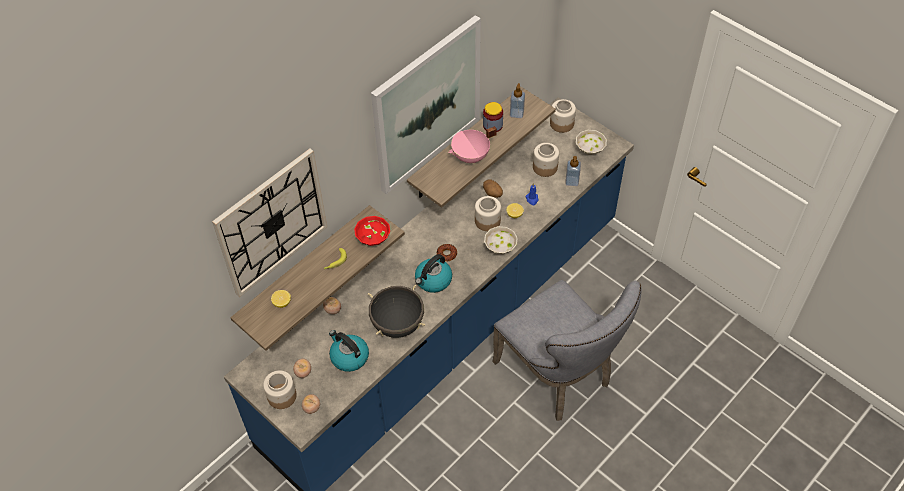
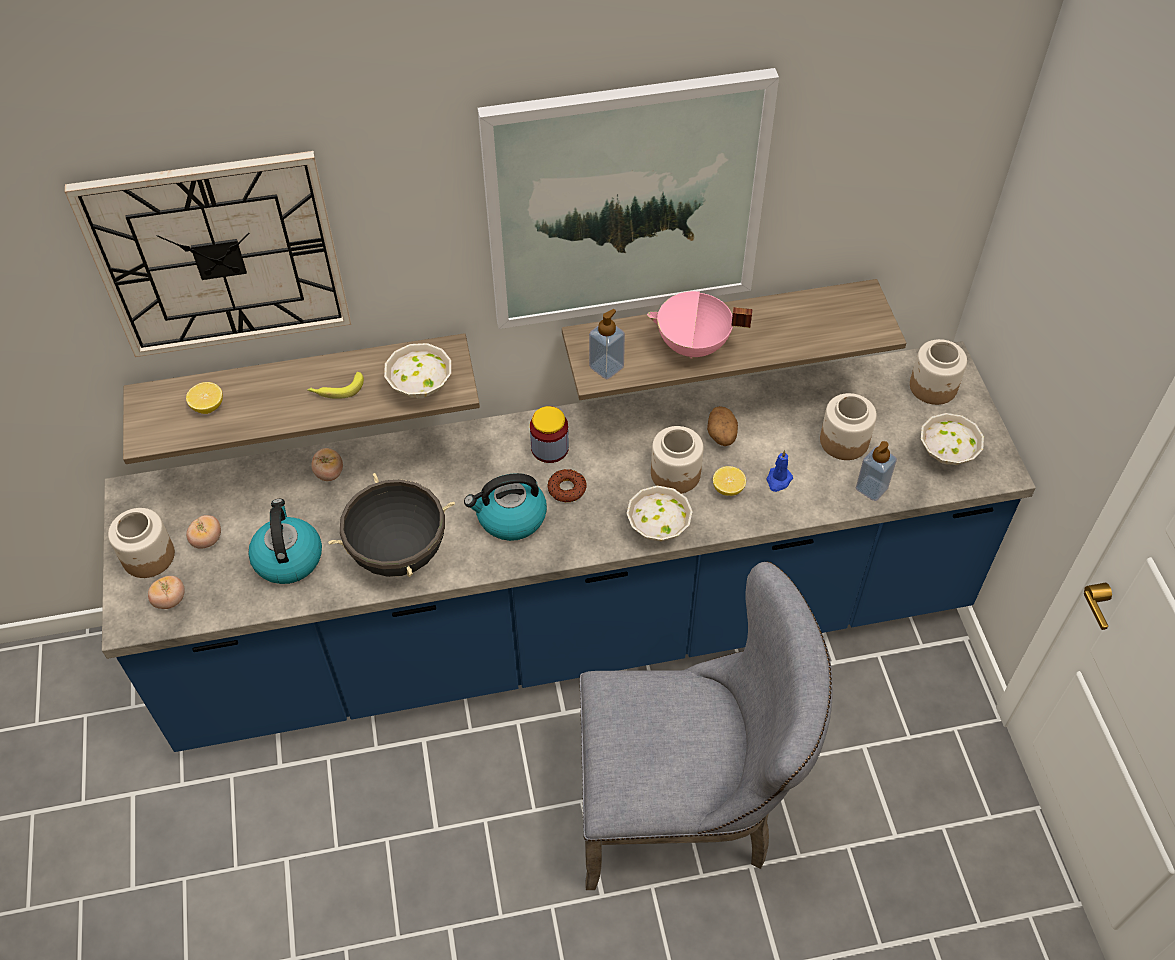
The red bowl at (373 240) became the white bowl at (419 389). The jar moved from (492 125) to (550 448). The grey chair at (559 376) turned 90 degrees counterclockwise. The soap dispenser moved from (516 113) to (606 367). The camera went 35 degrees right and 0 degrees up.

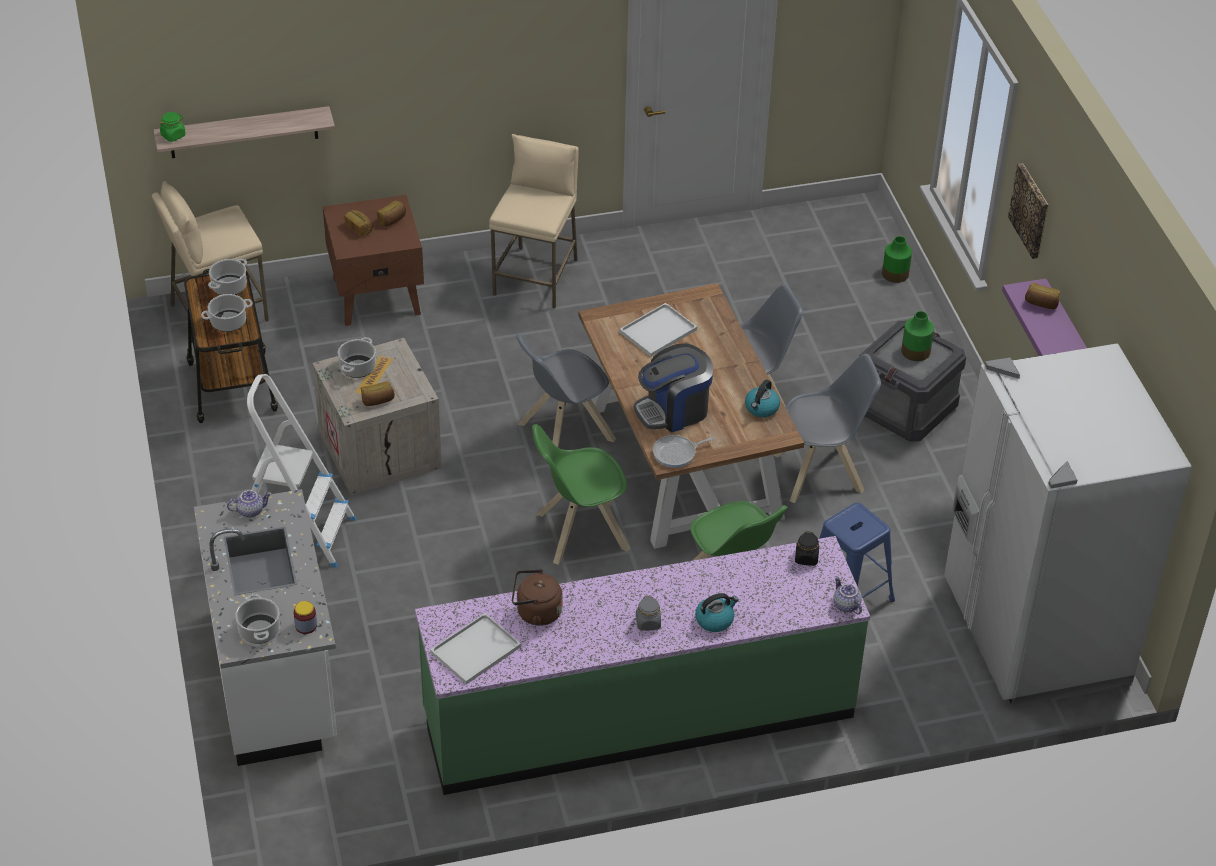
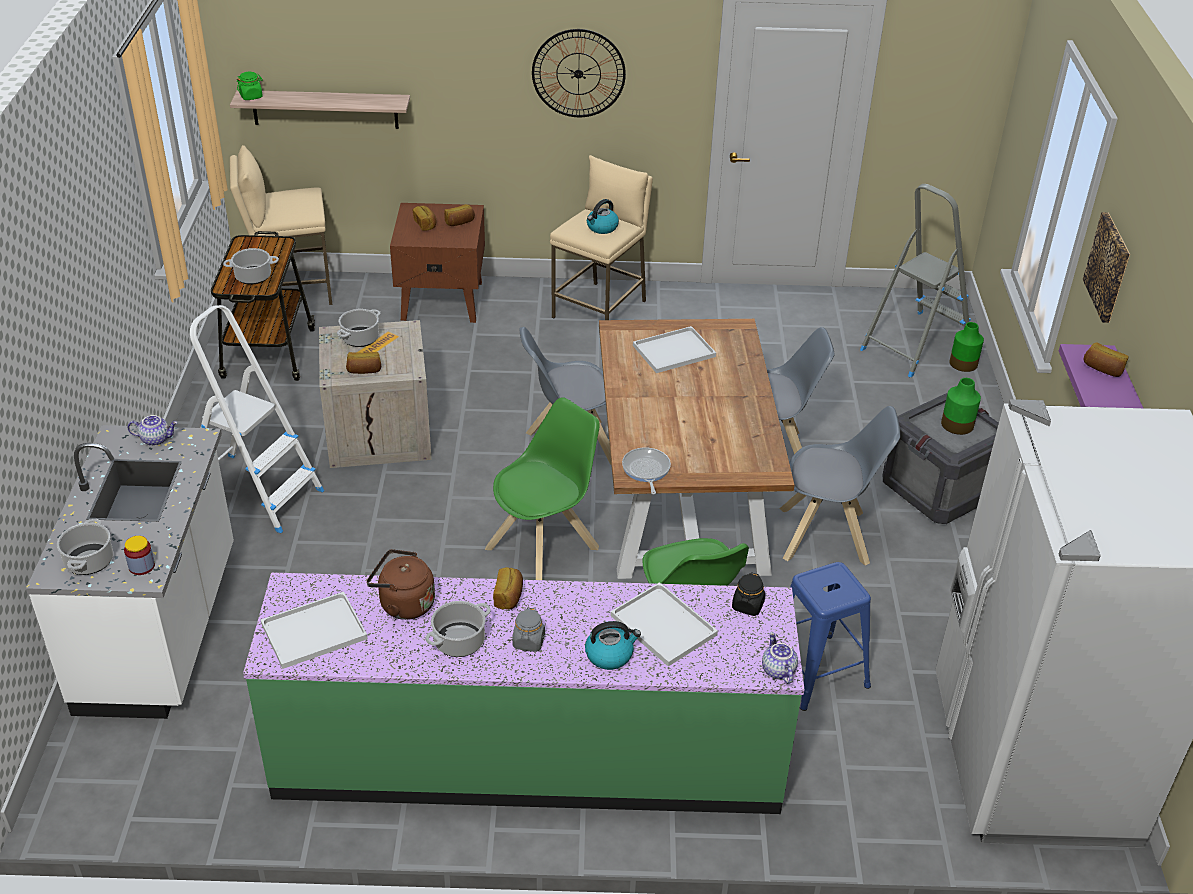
The cooking pot moved from (229 286) to (459 641). The green chair at (579 532) turned 135 degrees clockwise. The coffee machine at (673 410) disappeared. The frying pan at (677 453) turned 90 degrees clockwise. The kettle moved from (761 408) to (602 228). The bread at (509 596) appeared. The wall clock at (578 73) appeared. The white tray at (665 626) appeared. The grey step ladder at (916 343) appeared. The camera went 15 degrees right and 5 degrees down.

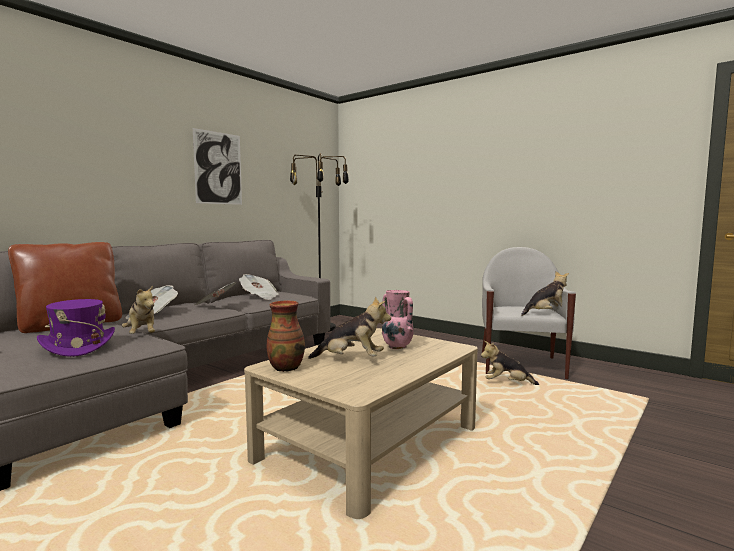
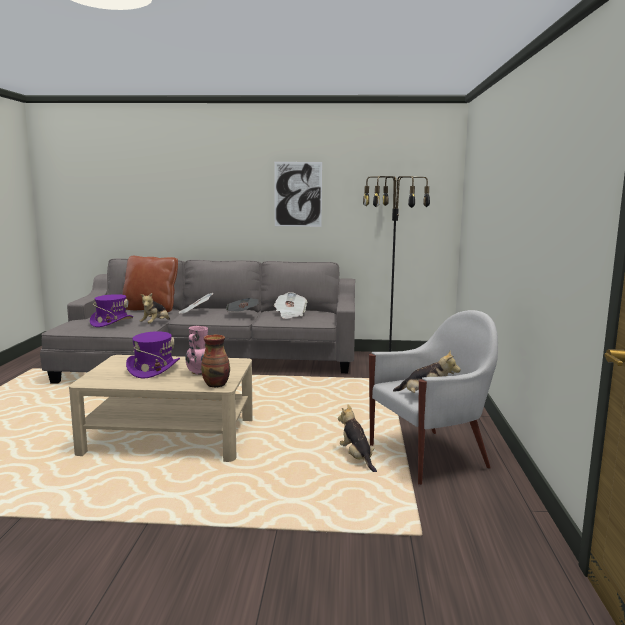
The vase moved from (286 368) to (216 384). The plush toy at (351 360) was replaced by the purple hat at (153 369). The camera went 55 degrees right and 5 degrees up.

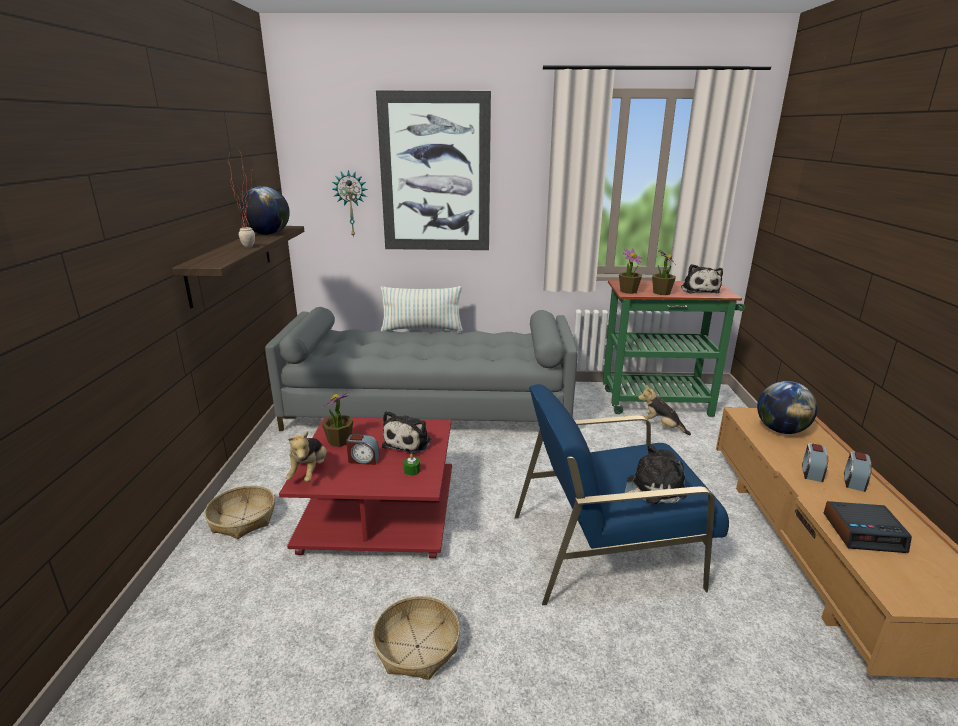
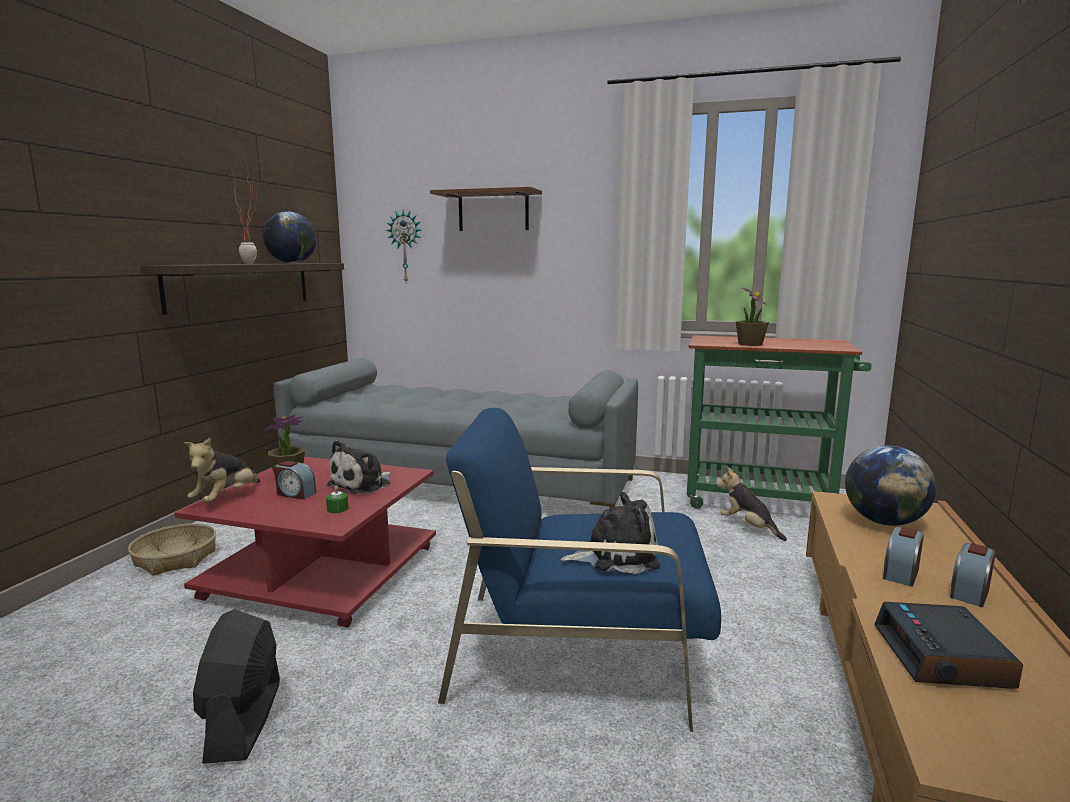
The basket at (417 646) was replaced by the black fan at (244 720). The picture at (435 174) was replaced by the brown shelf at (493 211). The pillow at (422 329) disappeared. The potted plant at (628 291) disappeared. The plush toy at (699 290) disappeared. The alarm clock at (863 532) turned 75 degrees clockwise. The camera went 15 degrees right and 10 degrees down.

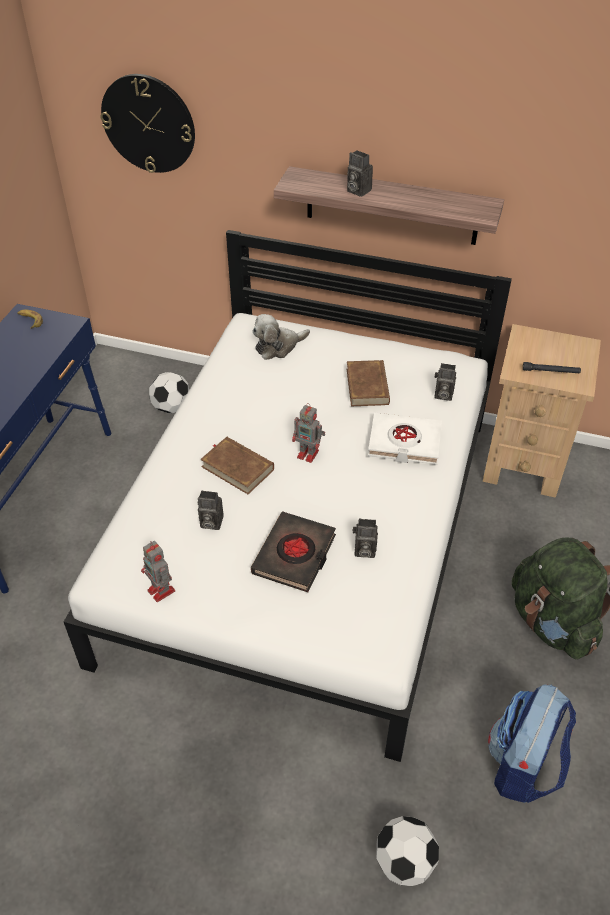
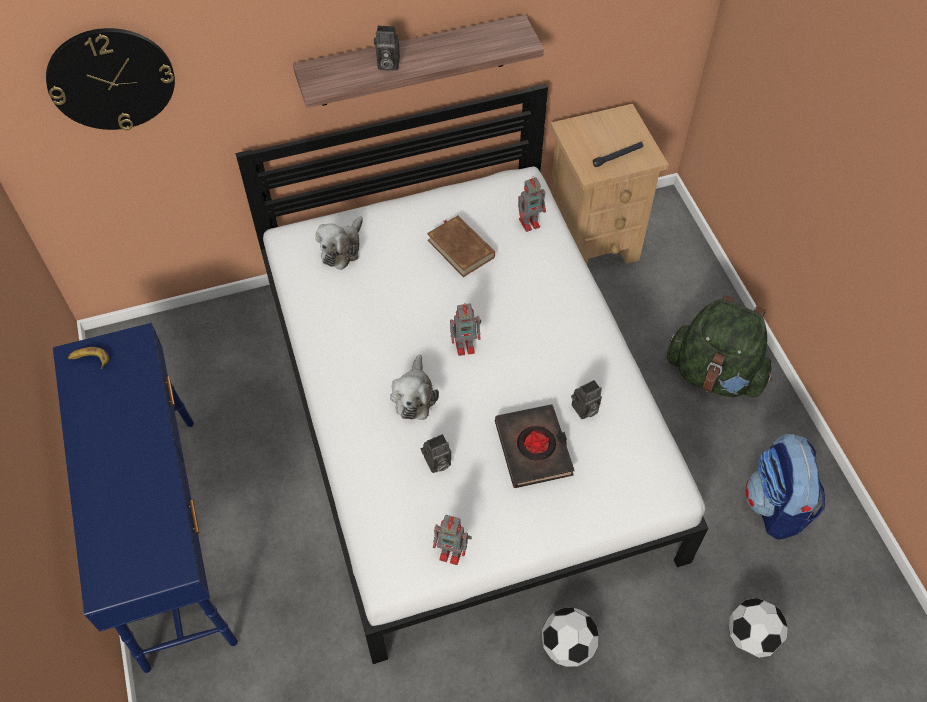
The football moved from (171 407) to (567 645). The brown book at (237 468) was replaced by the plush toy at (414 396). The white book at (404 443) disappeared. The photo camera at (442 395) was replaced by the toy robot at (530 222). The camera went 35 degrees left and 10 degrees up.

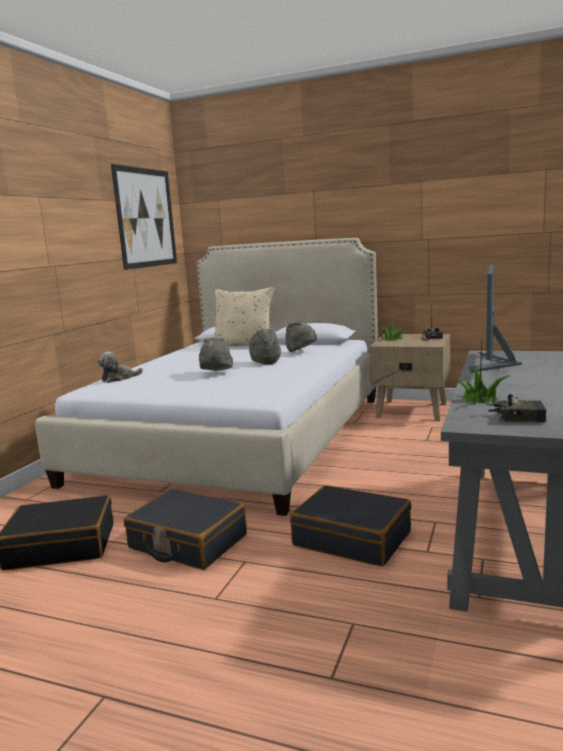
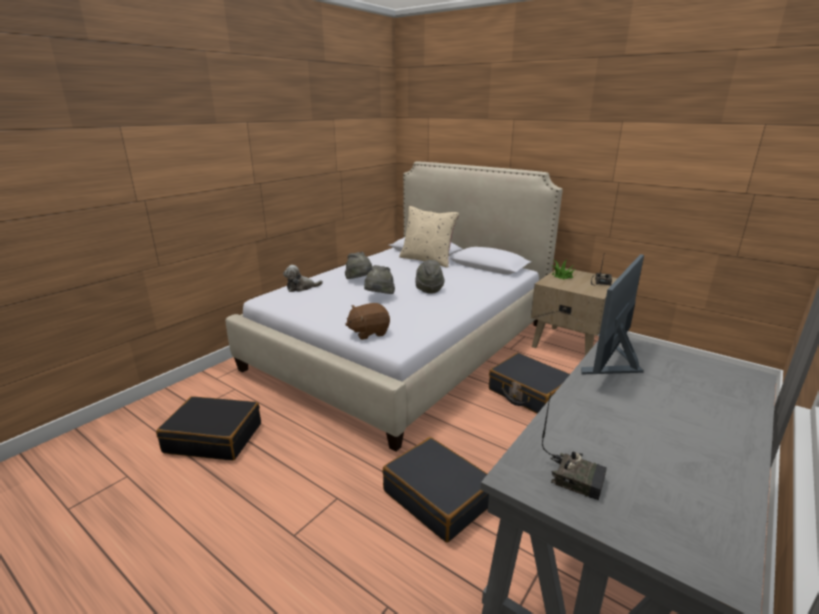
The picture at (146 218) disappeared. The black suitcase moved from (187 542) to (528 393). The grey hat moved from (301 352) to (360 281). The potted plant at (479 398) disappeared. The brown plush toy at (368 332) appeared. The camera went 15 degrees right and 10 degrees up.

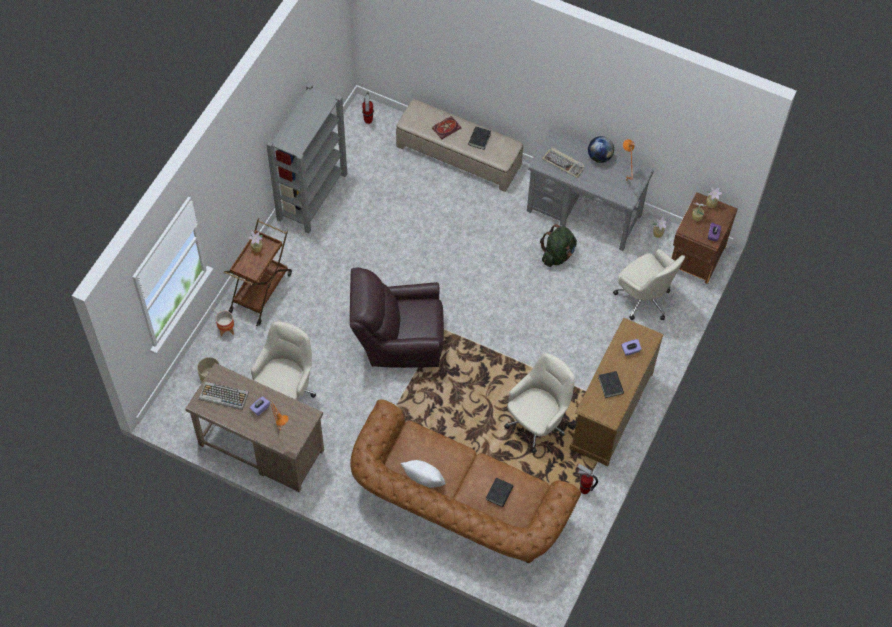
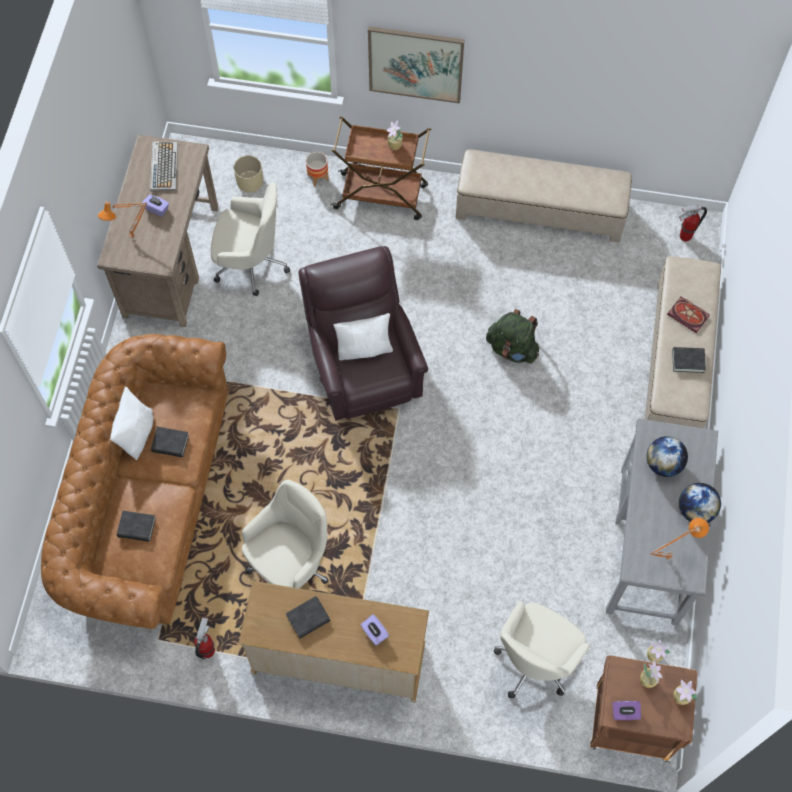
The grey bookcase at (312 196) was replaced by the beige bench at (541 209). The beige office chair at (537 423) turned 75 degrees counterclockwise. The green backpack moved from (557 255) to (512 349). The keyboard at (564 163) was replaced by the globe at (663 464). The black book at (170 443) appeared. The white pillow at (364 348) appeared. The picture at (415 64) appeared. The camera went 75 degrees right and 5 degrees up.

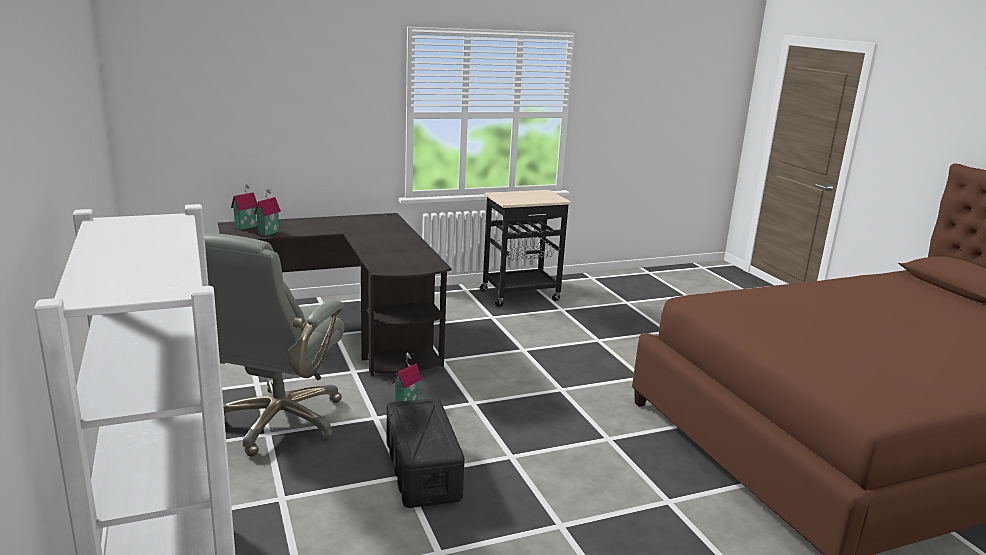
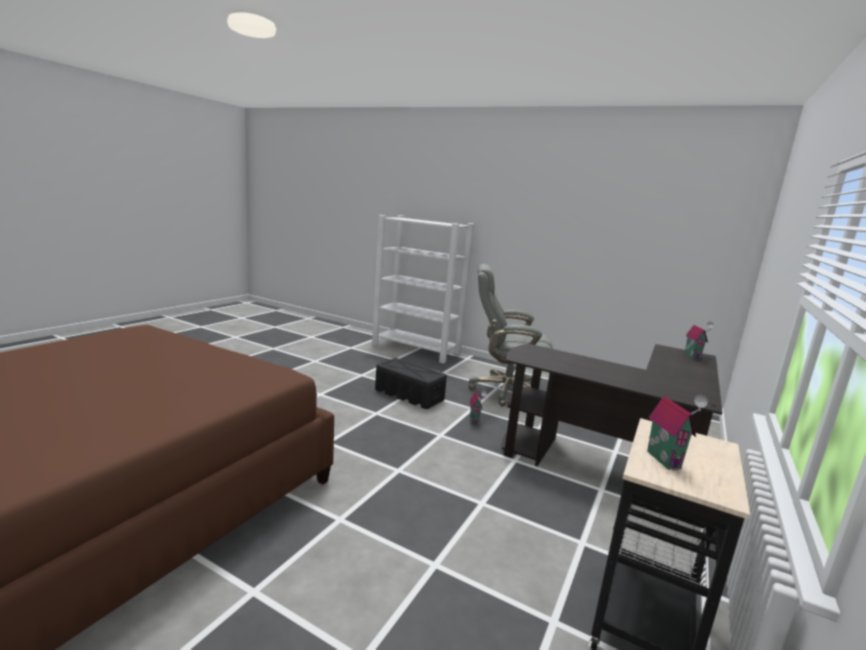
The grey office chair at (276 424) turned 60 degrees counterclockwise. The toy house moved from (267 232) to (666 460). The camera went 140 degrees right and 5 degrees down.

